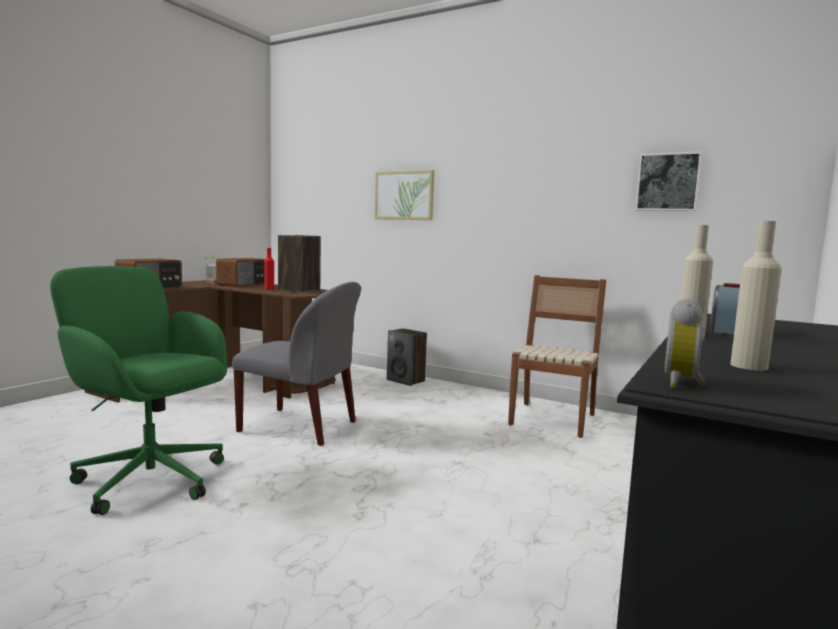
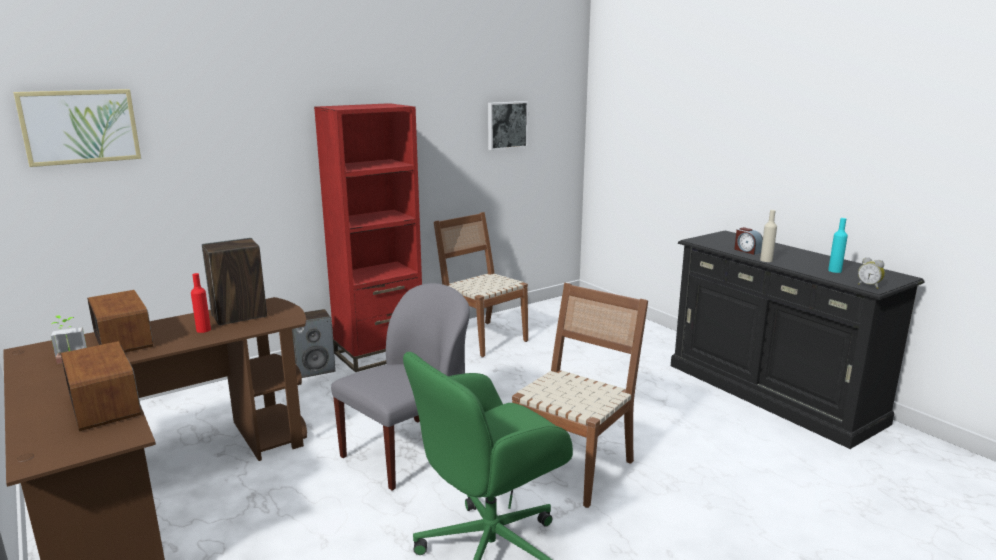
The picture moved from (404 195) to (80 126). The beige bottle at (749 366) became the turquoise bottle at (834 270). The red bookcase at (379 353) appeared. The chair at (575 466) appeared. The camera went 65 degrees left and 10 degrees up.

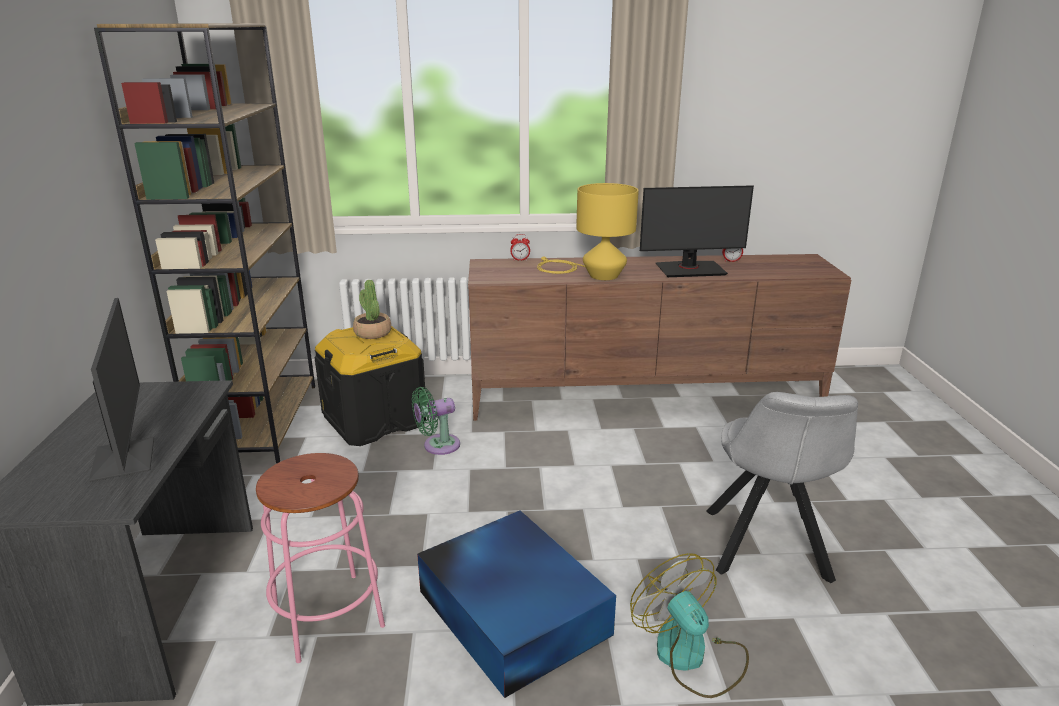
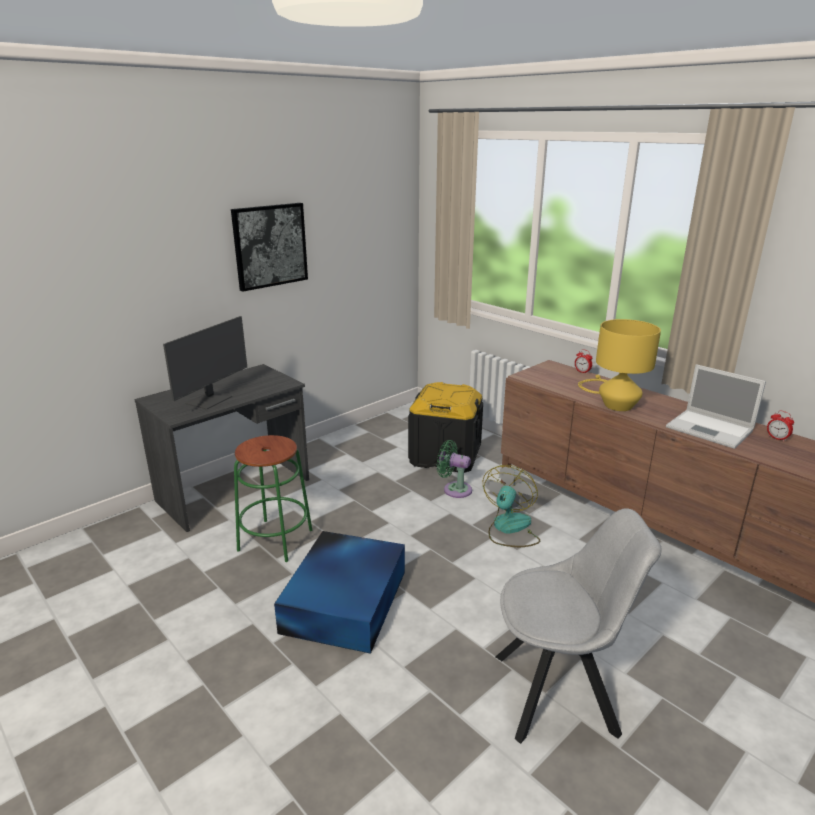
The brown bookcase at (259 421) disappeared. The pink stool at (328 616) became the green stool at (275 540). The potted plant at (372 333) disappeared. The fan moved from (691 656) to (509 529). The monitor at (690 269) was replaced by the laptop at (711 429). The grey chair at (767 547) turned 150 degrees counterclockwise. The picture at (270 246) appeared. The camera went 50 degrees right and 0 degrees up.

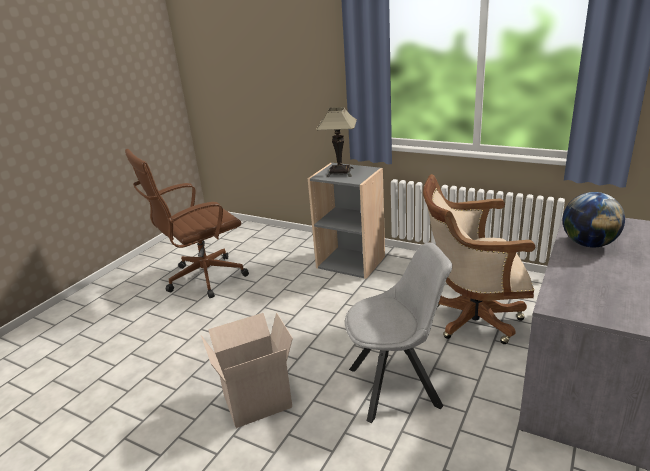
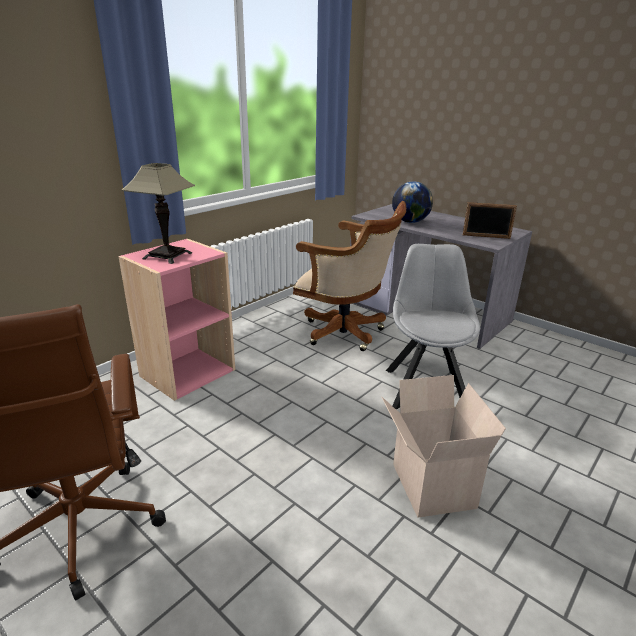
The grey bookcase at (351 262) became the pink bookcase at (188 372). The office chair at (471 320) turned 75 degrees counterclockwise. The picture frame at (486 236) appeared. The camera went 80 degrees left and 0 degrees up.

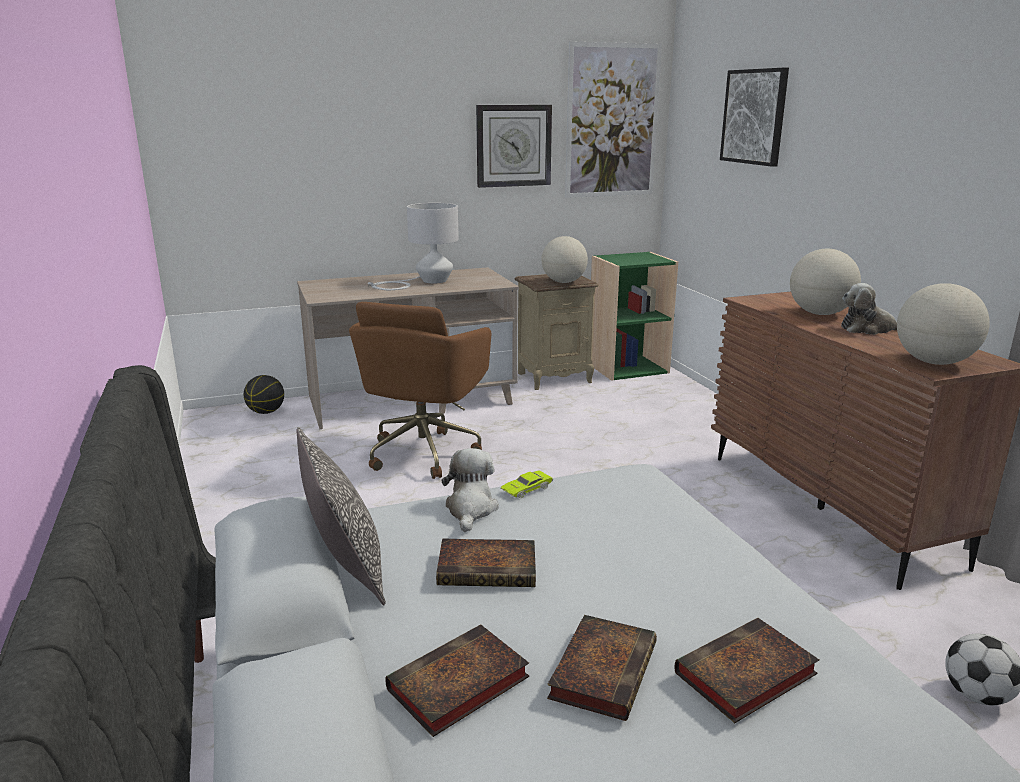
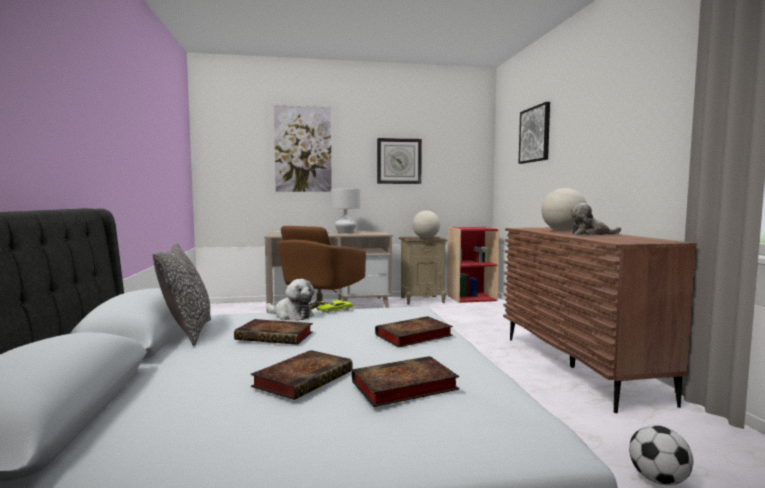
The basketball at (266 412) disappeared. The book moved from (456 686) to (412 336). The plush toy at (470 509) turned 105 degrees clockwise. The picture moved from (612 121) to (303 149). The green bookcase at (628 368) became the red bookcase at (472 298). The globe at (934 362) disappeared. The camera went 10 degrees right and 15 degrees down.

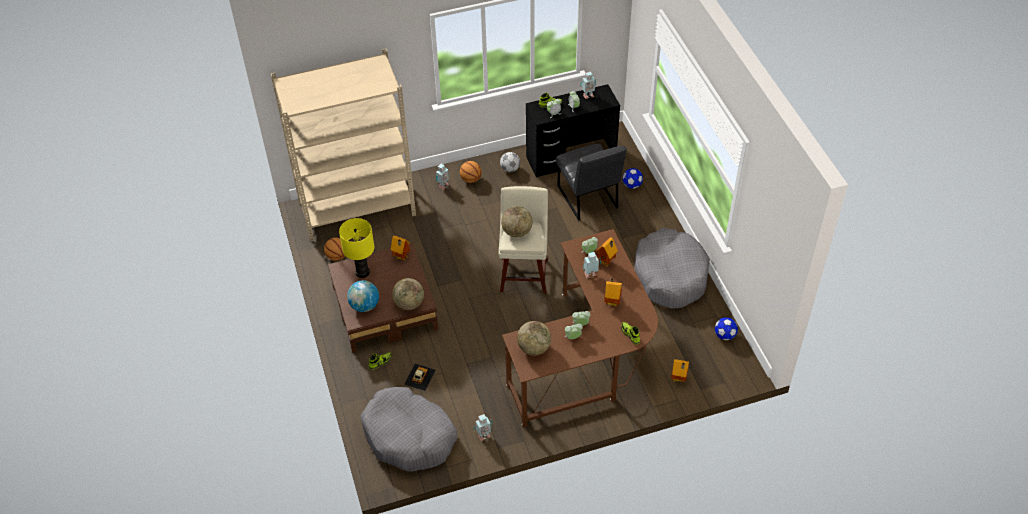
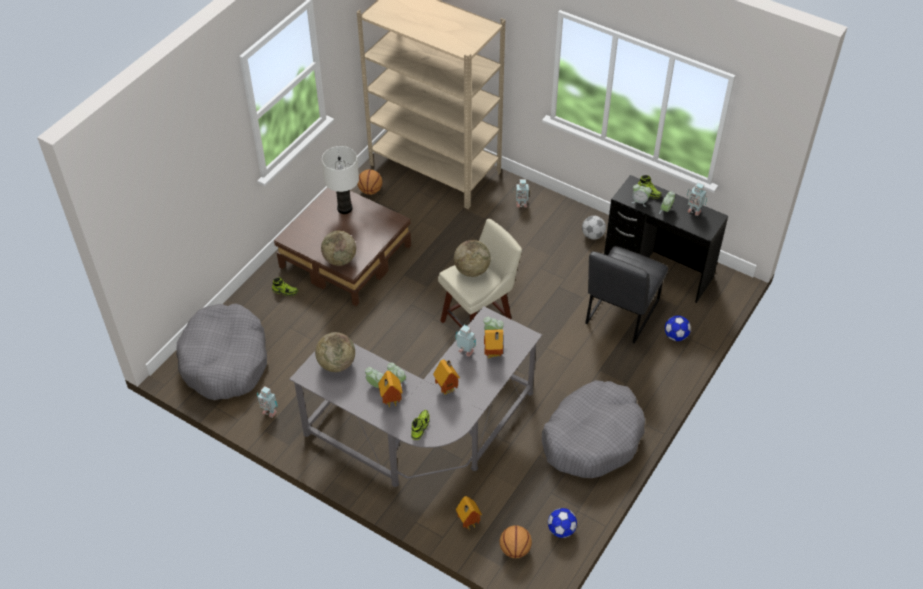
The yellow table lamp at (362 272) became the white table lamp at (345 208). The globe at (364 306) disappeared. The toy house moved from (401 258) to (390 401). The toy car at (419 377) disappeared. The basketball moved from (470 179) to (514 549). The brown desk at (587 358) became the grey desk at (425 434). The camera went 50 degrees right and 0 degrees up.

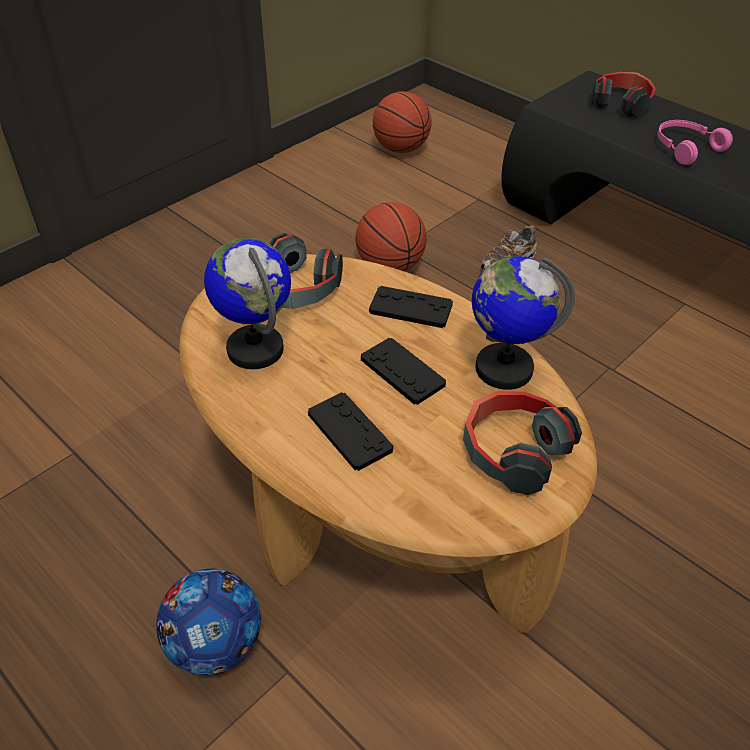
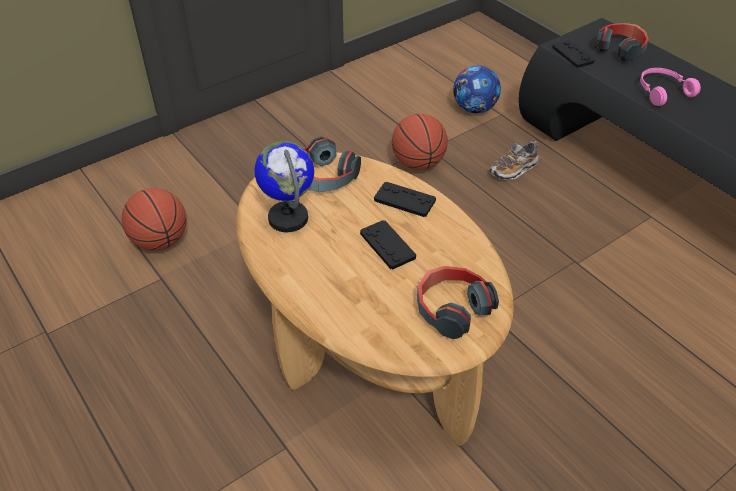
The football moved from (215 644) to (474 109). The black game controller moved from (349 432) to (572 55). The basketball moved from (400 149) to (160 241). The globe at (503 368) disappeared. The camera went 10 degrees right and 0 degrees up.

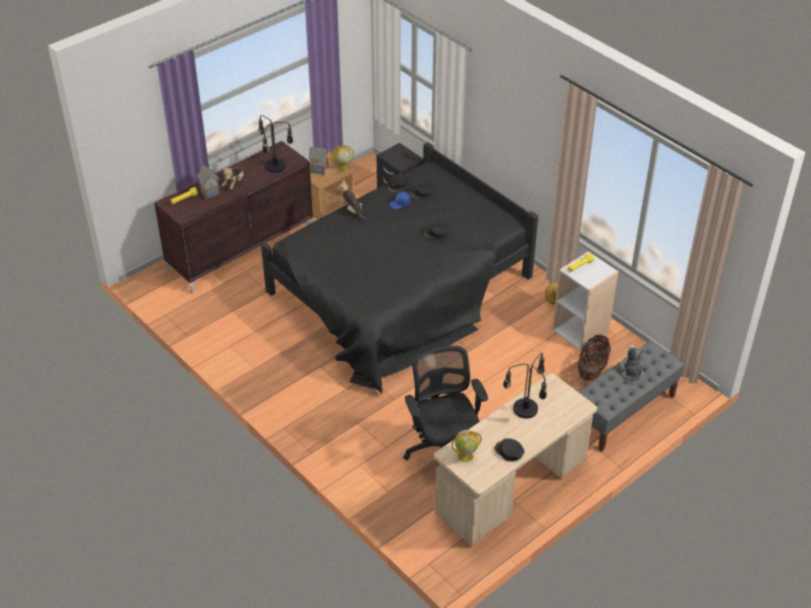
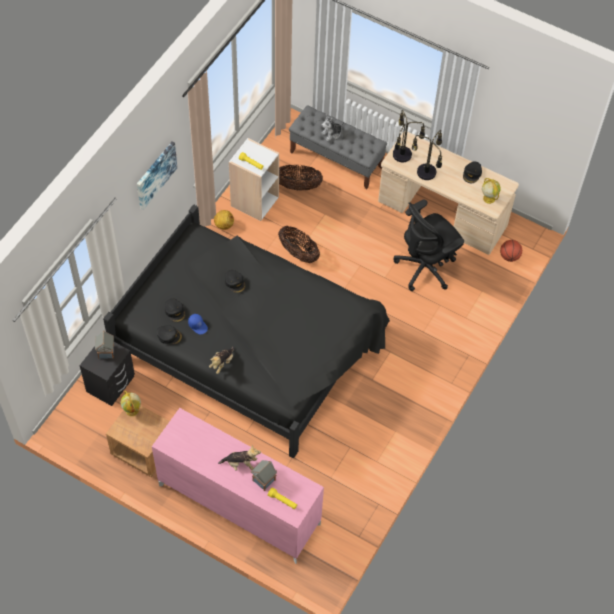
The brown dresser at (241 248) became the pink dresser at (238 505). The table lamp moved from (275 166) to (402 155). The toy house moved from (318 170) to (106 352). The picture at (155 174) appeared. The basket at (298 253) appeared. The basketball at (509 256) appeared. The camera went 110 degrees left and 15 degrees up.

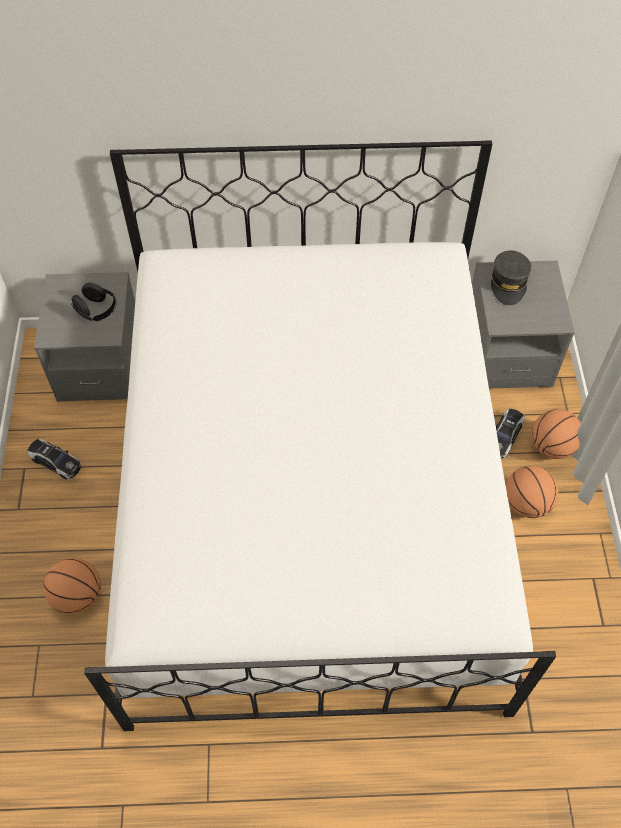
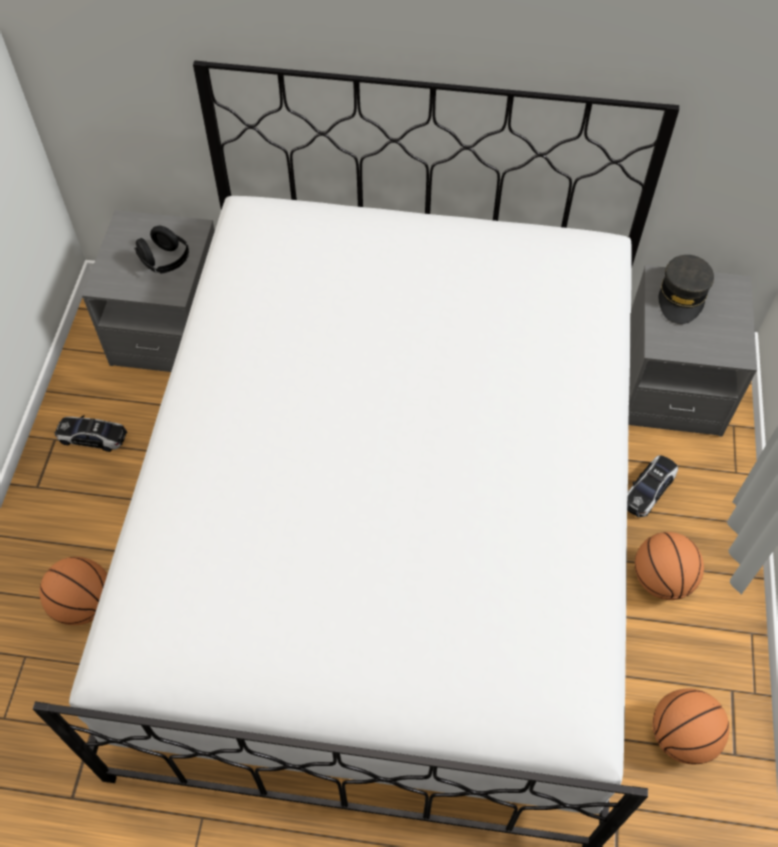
The toy car at (55 462) turned 150 degrees clockwise. The basketball moved from (551 446) to (681 736). The camera went 10 degrees right and 0 degrees up.

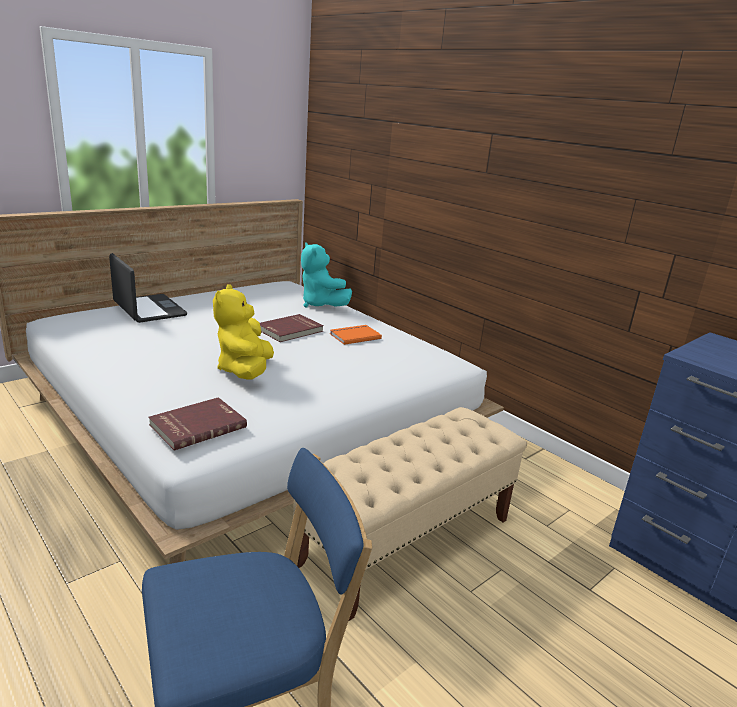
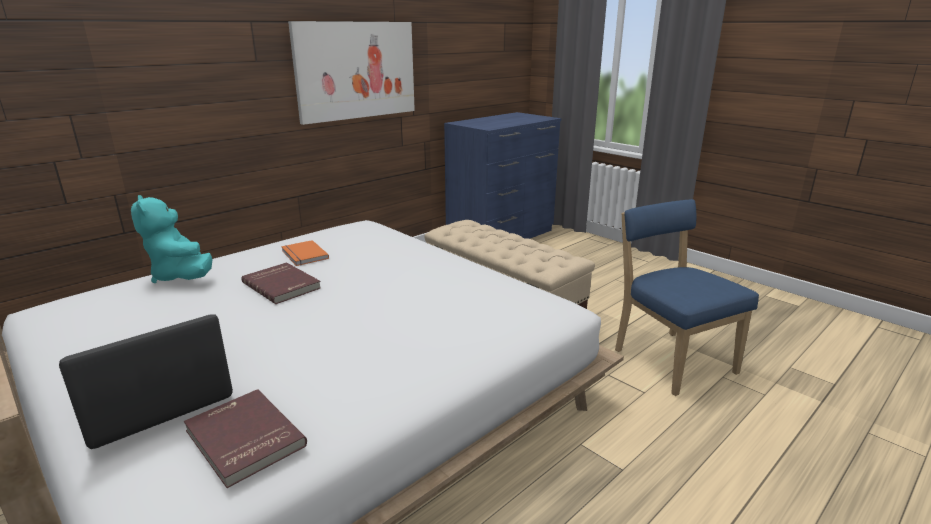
The red book moved from (197 425) to (243 439). The yellow plush toy at (245 371) disappeared. The turquoise plush toy at (321 305) turned 90 degrees clockwise. The picture at (356 70) appeared. The camera went 90 degrees left and 0 degrees up.

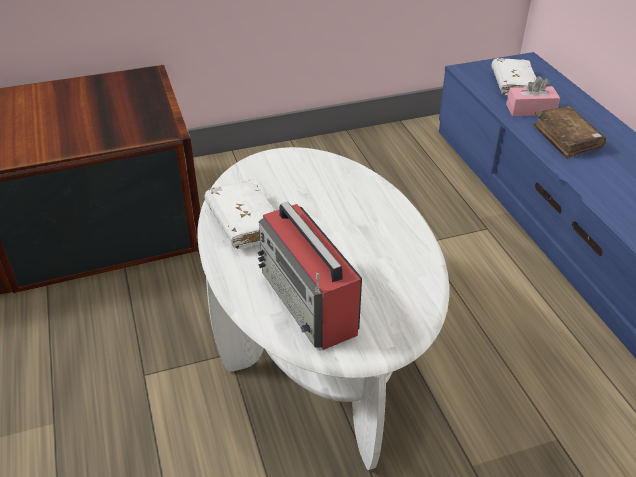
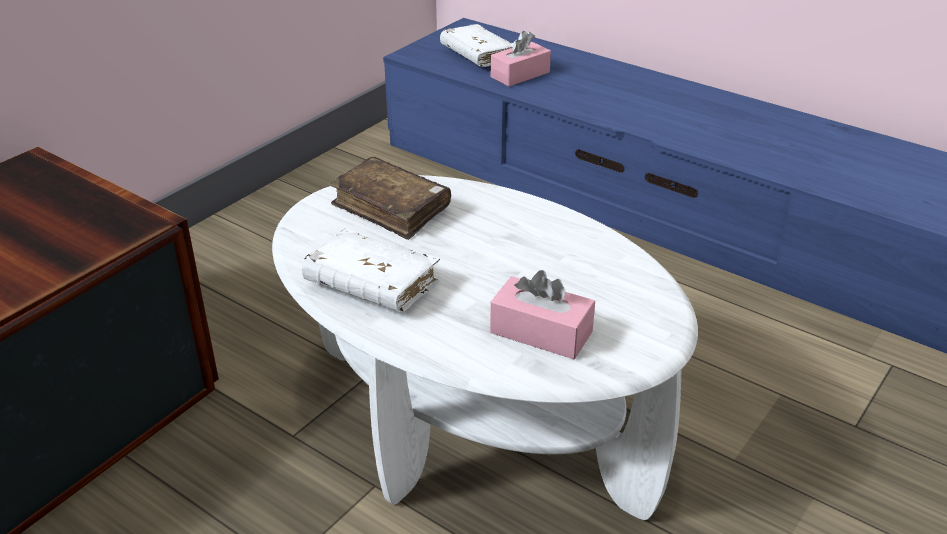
The radio at (309 303) was replaced by the pink tissue box at (541 332). The brown book moved from (566 138) to (391 208). The camera went 35 degrees left and 5 degrees down.

